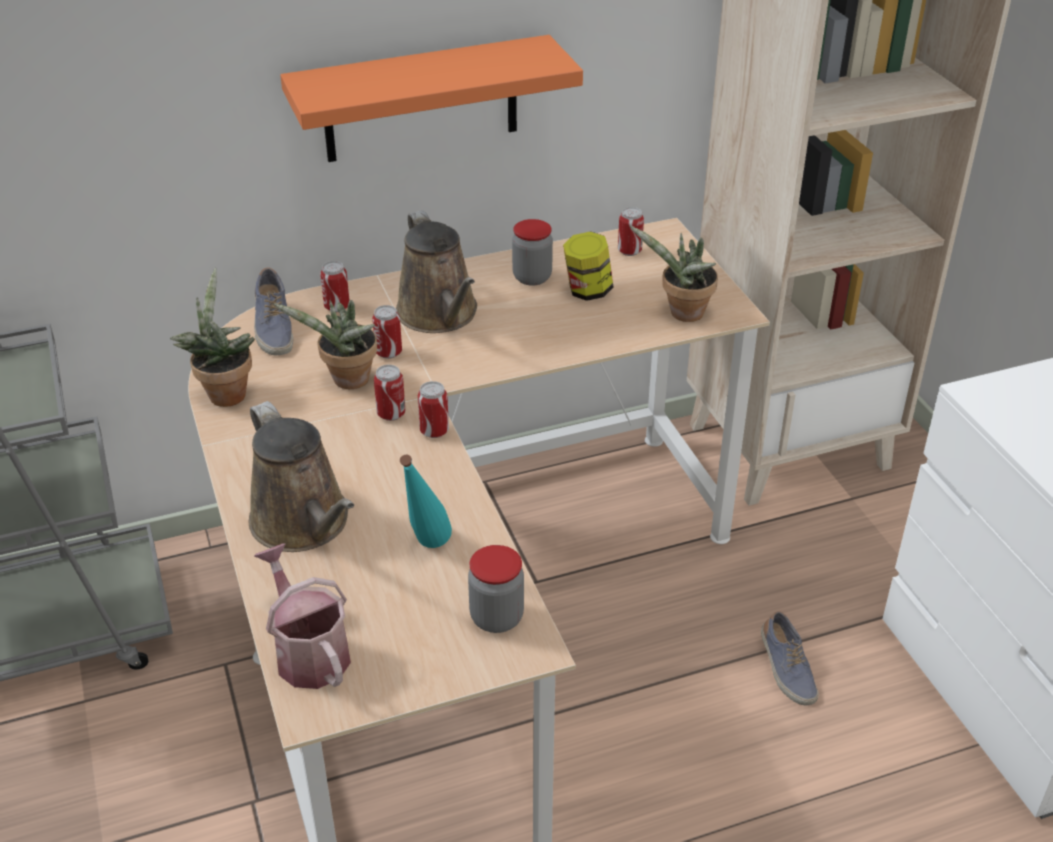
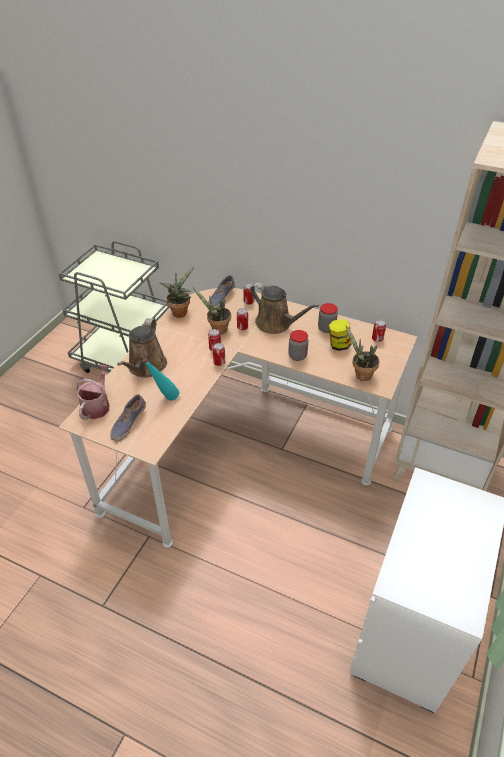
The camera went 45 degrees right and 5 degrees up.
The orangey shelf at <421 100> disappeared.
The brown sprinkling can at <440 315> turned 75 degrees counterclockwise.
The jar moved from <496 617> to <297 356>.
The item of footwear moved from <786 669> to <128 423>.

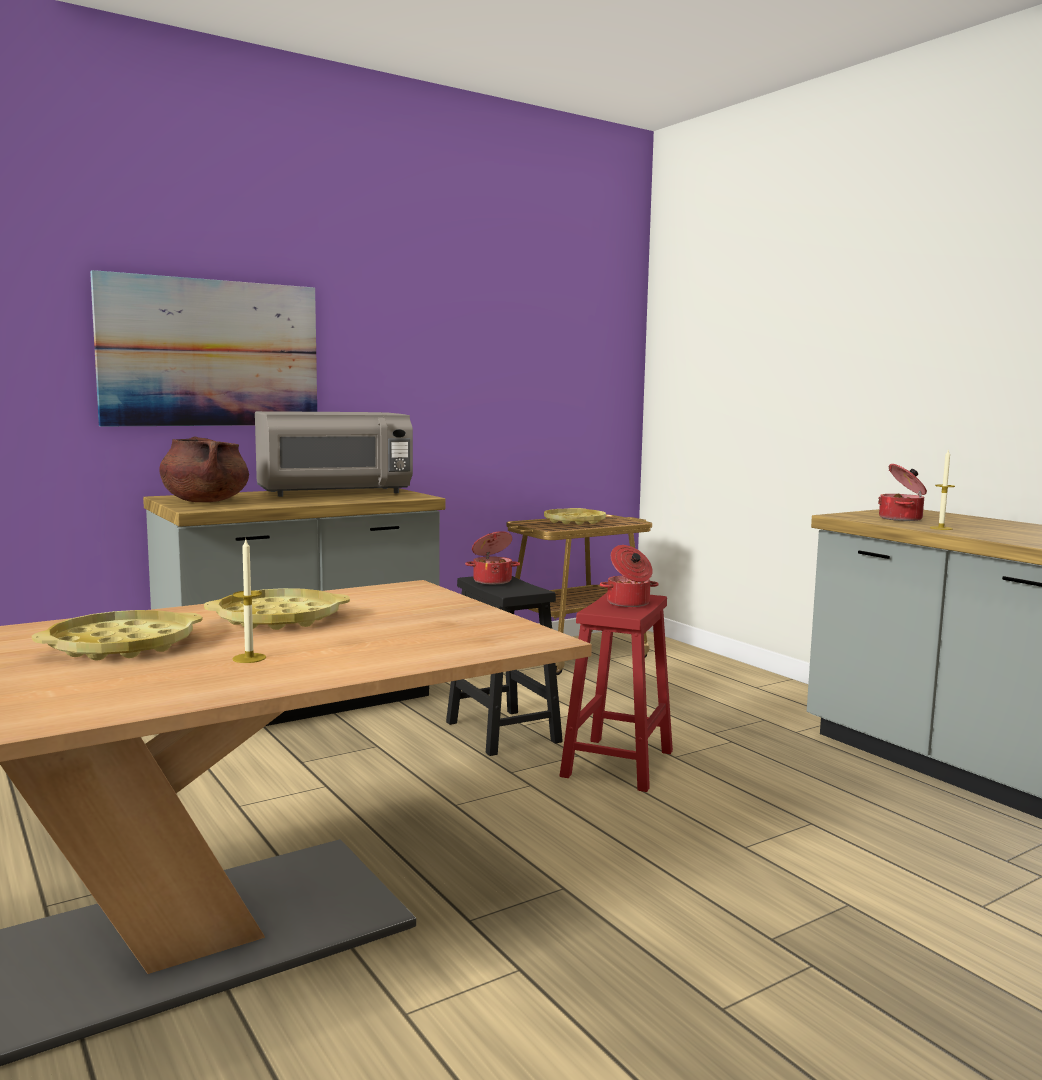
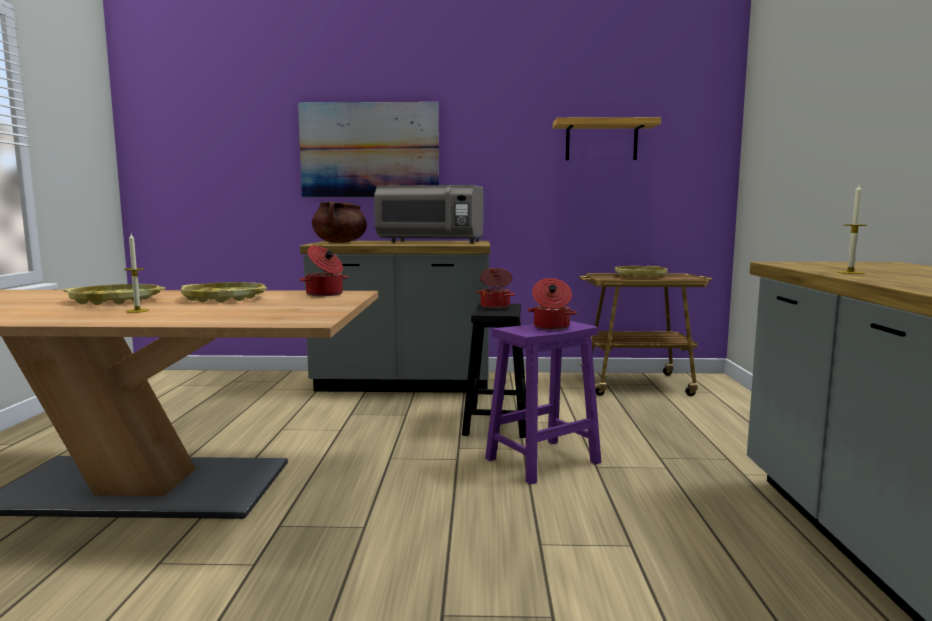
The camera went 35 degrees right and 0 degrees up.
The cooking pot moved from <902 518> to <325 294>.
The red-coloured sitting stool at <618 762> became the purplish sitting stool at <544 460>.
The shelf at <601 141> appeared.

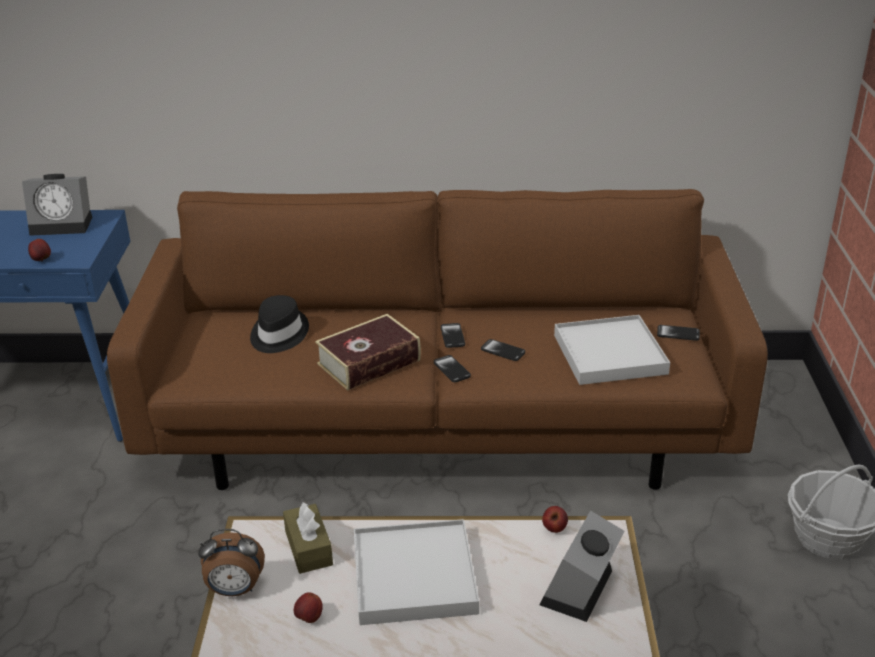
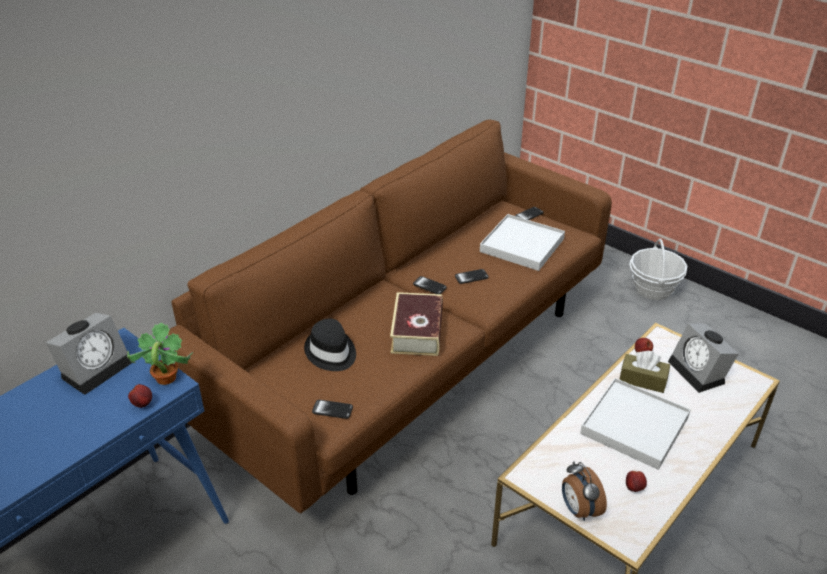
The camera went 50 degrees left and 5 degrees up.
The handset moved from <452 370> to <332 410>.
The brown tissue holder moved from <308 548> to <642 380>.
The alarm clock at <235 590> turned 120 degrees clockwise.
The plant in a pot at <165 378> appeared.

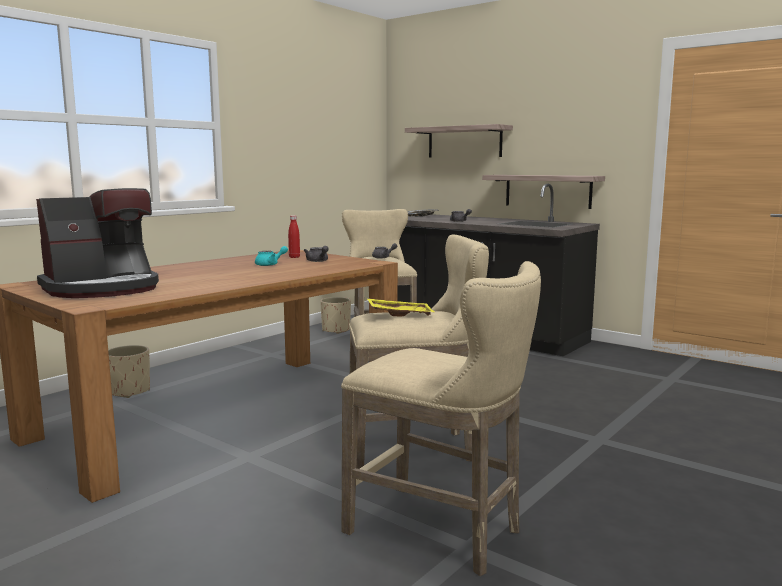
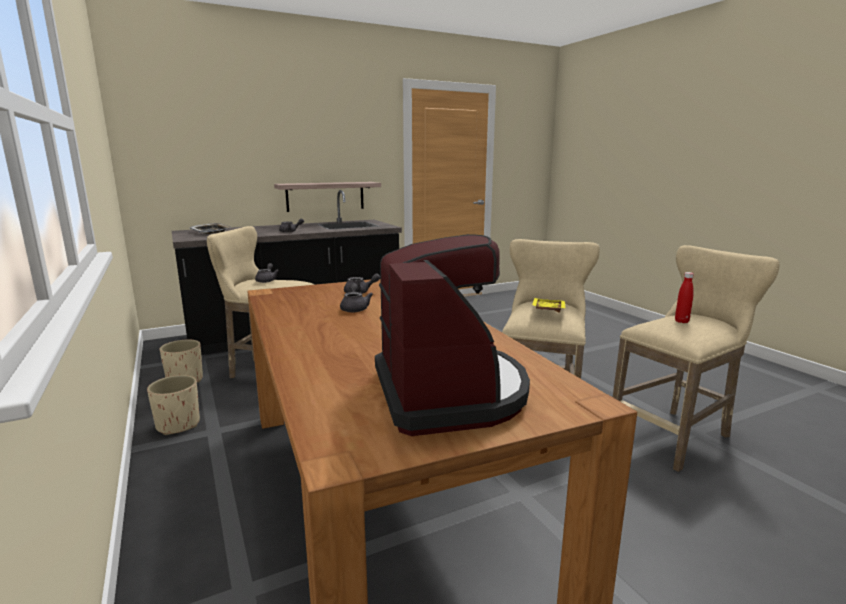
The camera went 65 degrees left and 5 degrees up.
The shelf at <464 142> disappeared.
The red-coloured bottle moved from <294 257> to <681 321>.
The blue-green tea pot at <270 264> became the gray tea pot at <355 308>.
The beige planter moved from <130 391> to <177 425>.

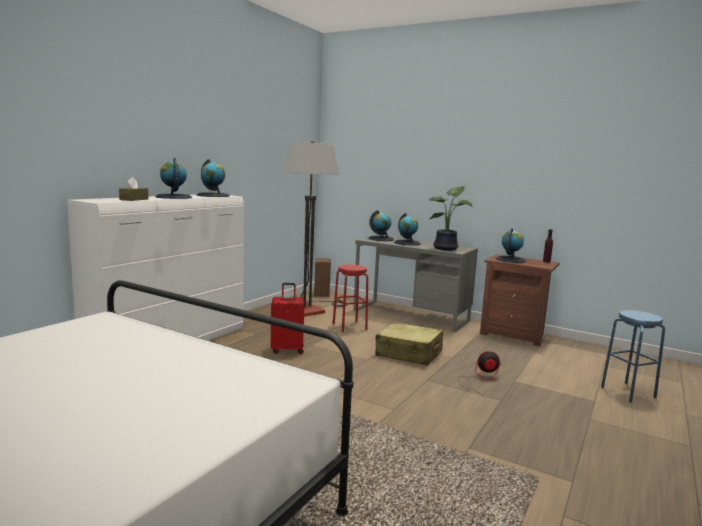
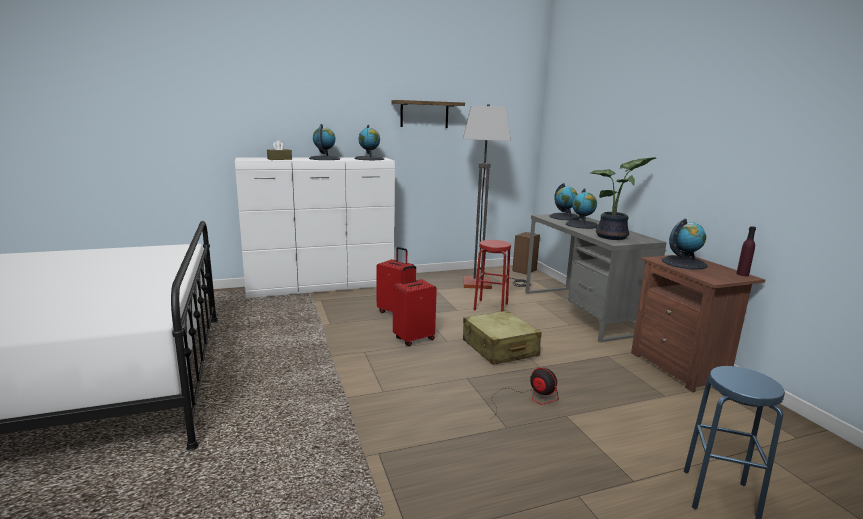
The camera went 40 degrees right and 5 degrees up.
The shelf at <424 114> appeared.
The red-coloured suitcase at <413 339> appeared.

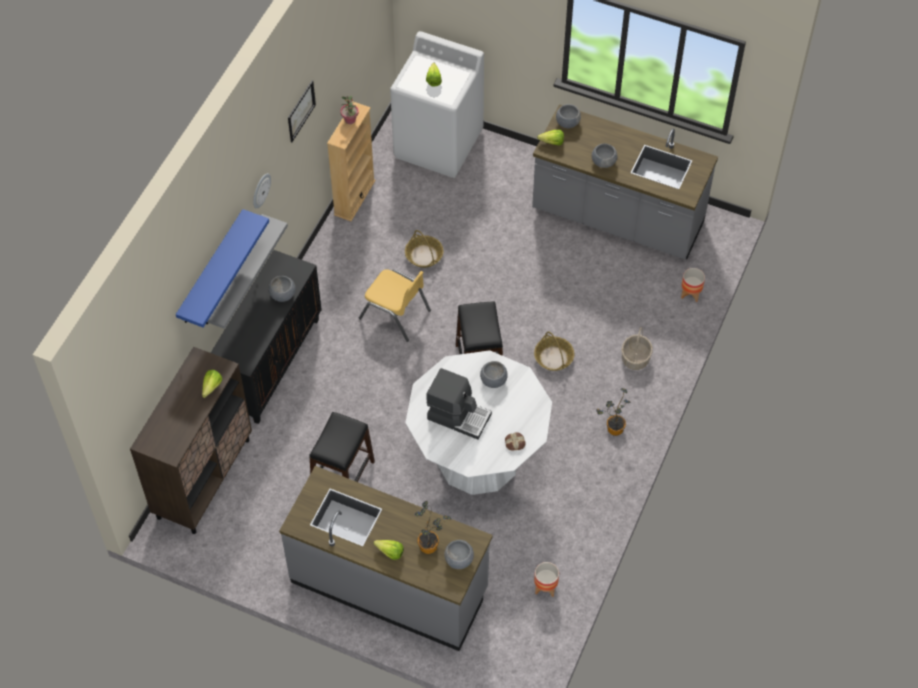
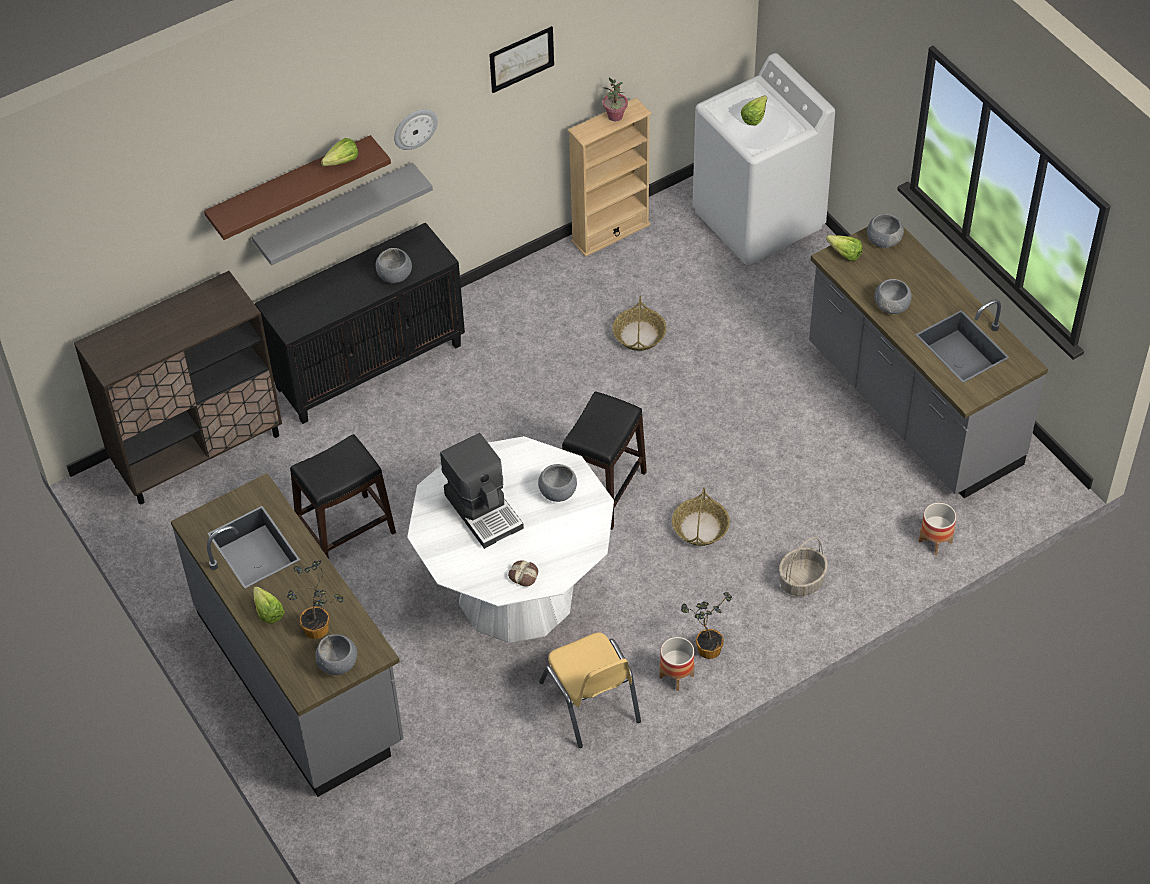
The camera went 35 degrees right and 5 degrees down.
The blue-coloured shelf at <211 269> became the brown shelf at <290 186>.
The yellow-coloured chair moved from <395 314> to <590 702>.
The head of lettuce moved from <210 389> to <339 163>.
The planter moved from <545 587> to <676 676>.

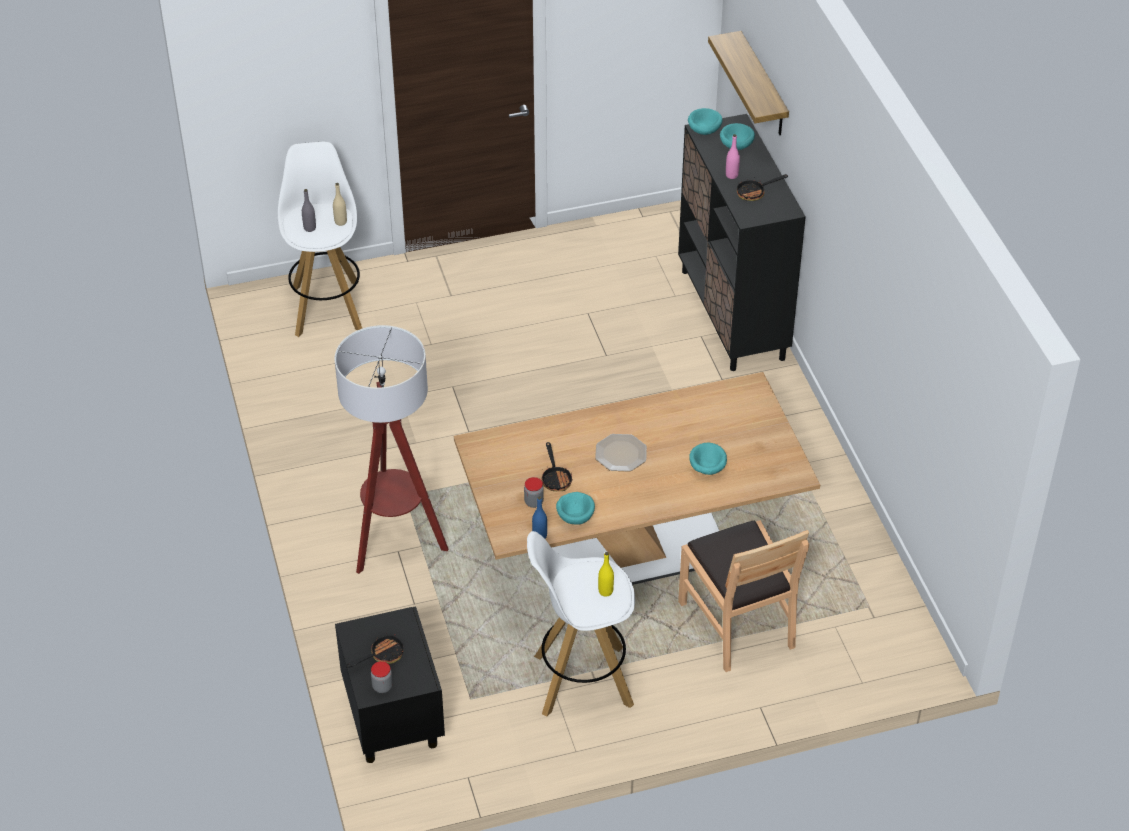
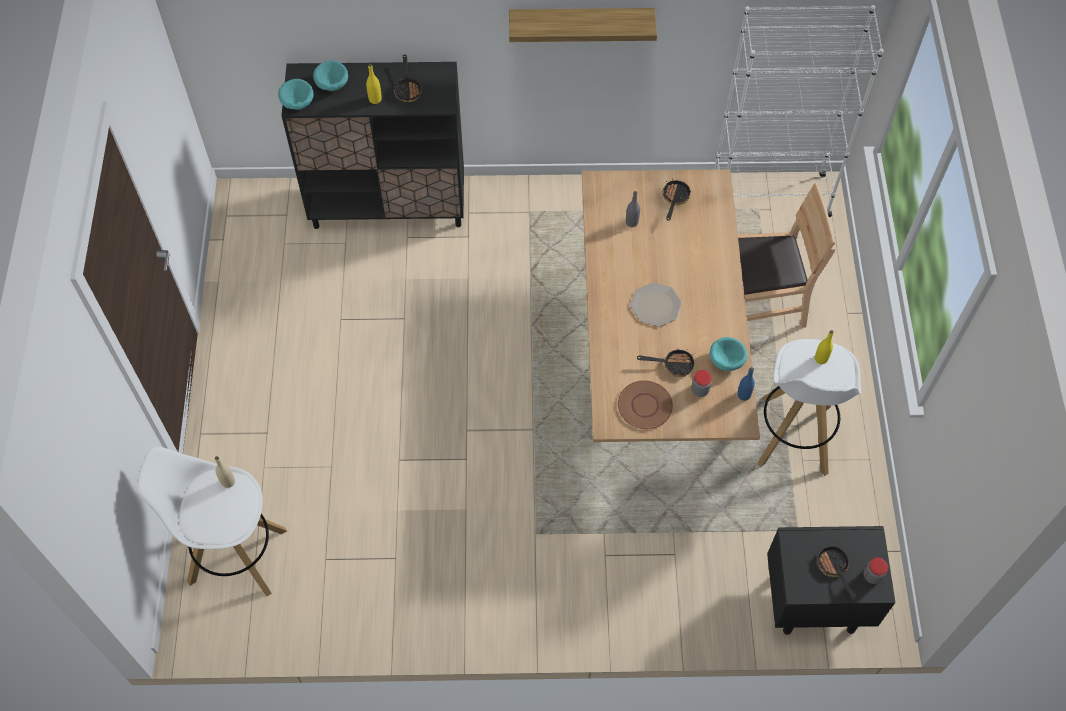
The camera went 75 degrees left and 15 degrees up.
The shelf moved from <763 86> to <581 23>.
The pinkish bottle at <731 175> became the yellow-coloured bottle at <375 99>.
The gray bottle moved from <310 228> to <631 222>.
The standing lamp at <396 542> disappeared.
The blue-green bowl at <706 468> disappeared.
The white bookshelf at <770 196> appeared.
The pan at <674 199> appeared.
The brown flat dish at <645 405> appeared.

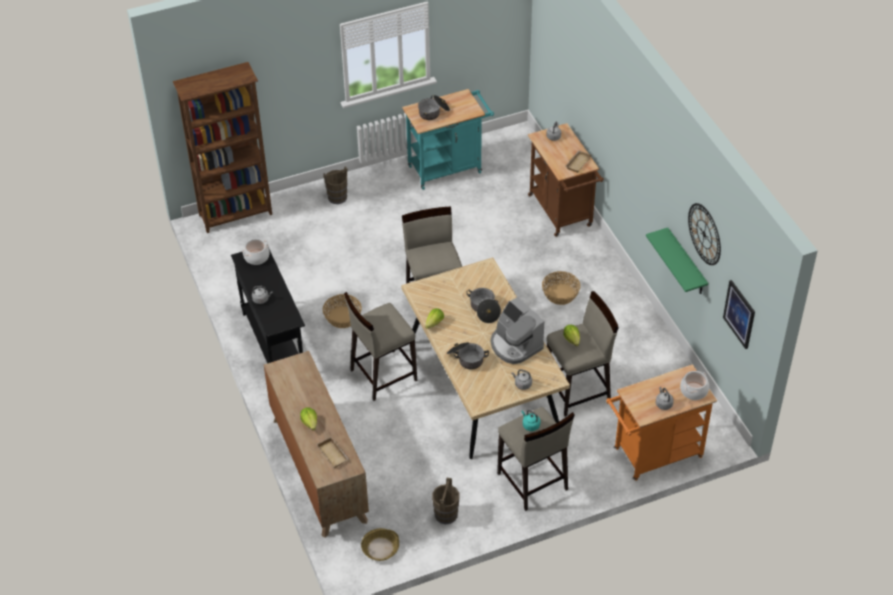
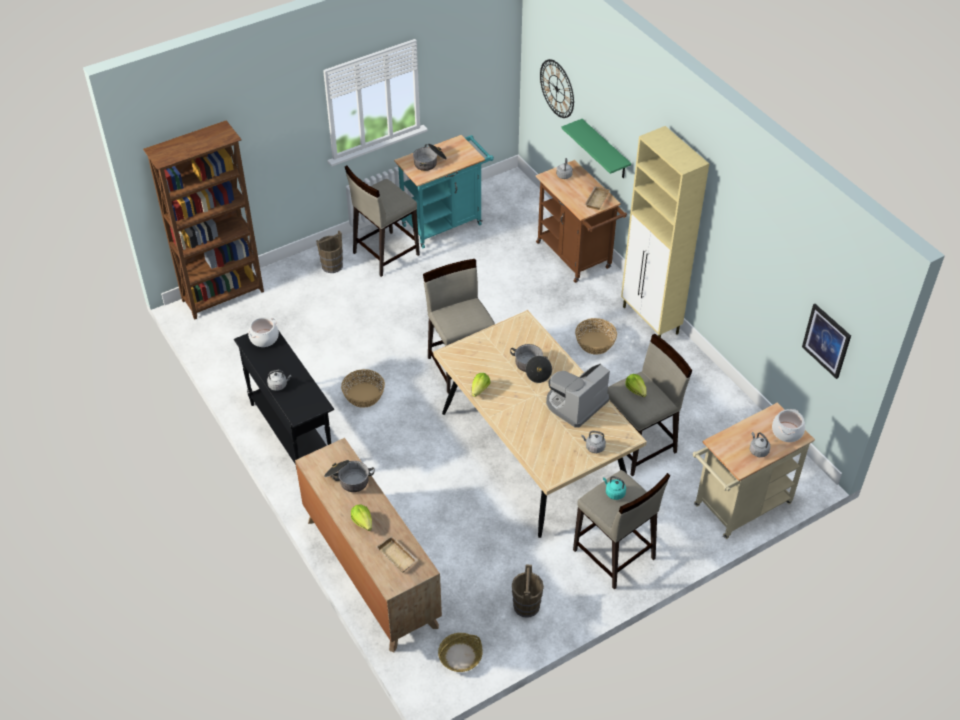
The camera went 10 degrees left and 0 degrees up.
The hanging clock moved from <704 234> to <557 88>.
The green shelf moved from <686 263> to <605 150>.
The beige sitting stool moved from <382 375> to <385 253>.
The coffee brewer at <515 345> turned 90 degrees clockwise.
The cooking pot moved from <466 358> to <348 479>.
The orangey wheeled cart at <653 455> became the beige wheeled cart at <737 507>.
The beige storage cabinet at <650 321> appeared.

